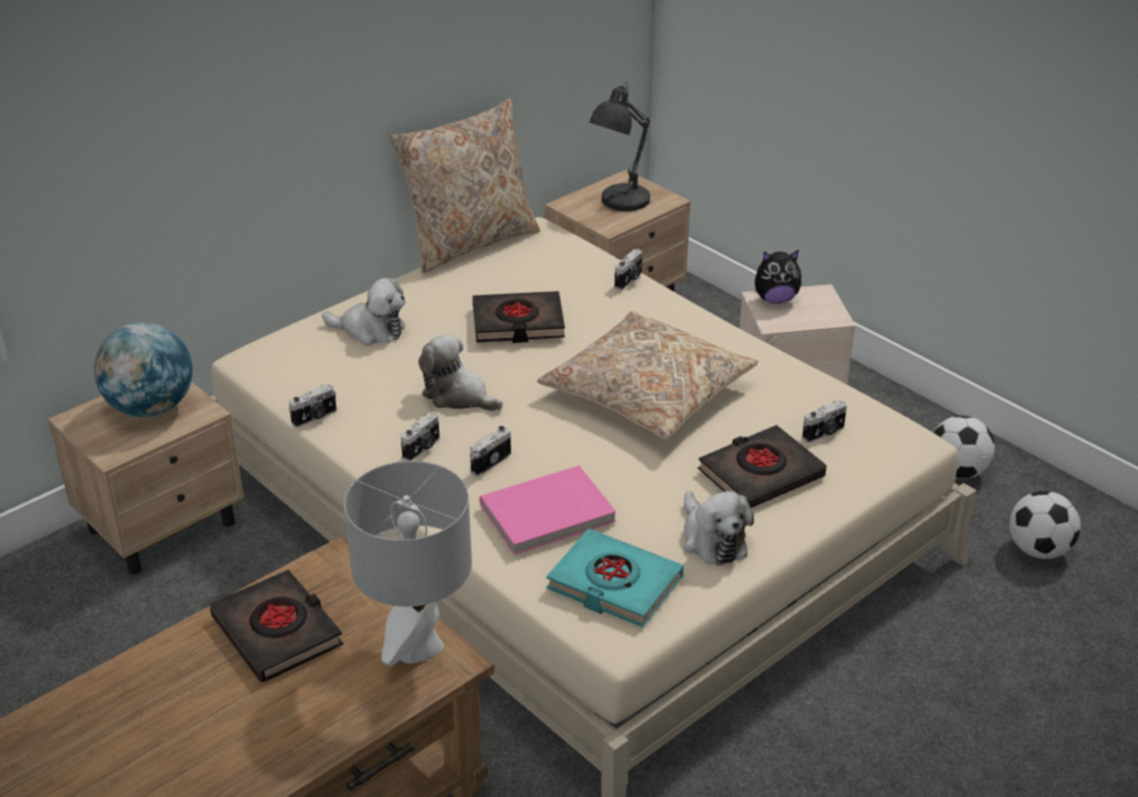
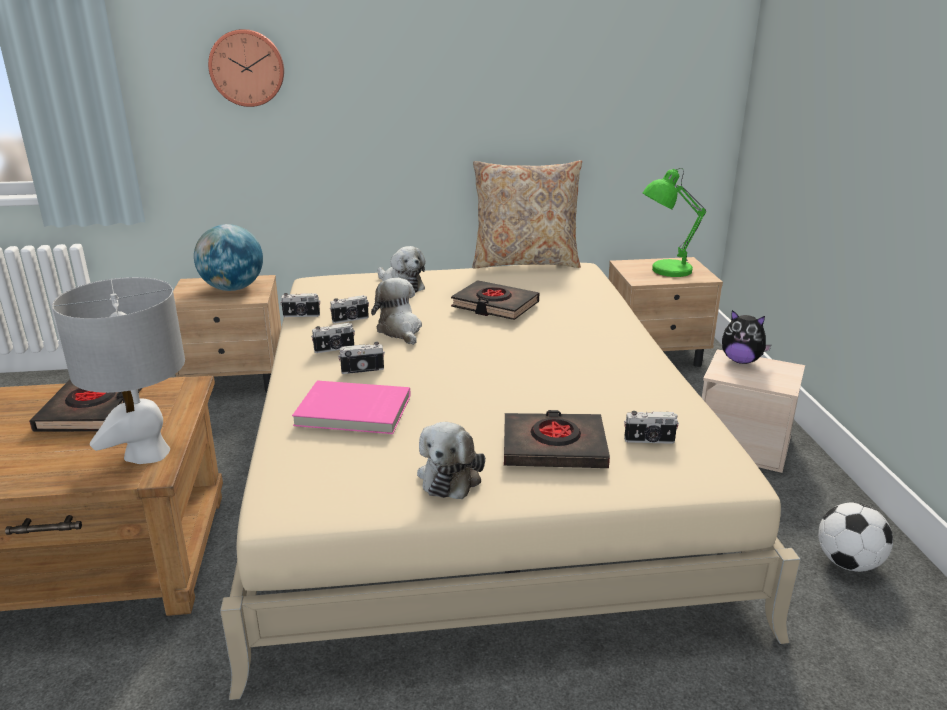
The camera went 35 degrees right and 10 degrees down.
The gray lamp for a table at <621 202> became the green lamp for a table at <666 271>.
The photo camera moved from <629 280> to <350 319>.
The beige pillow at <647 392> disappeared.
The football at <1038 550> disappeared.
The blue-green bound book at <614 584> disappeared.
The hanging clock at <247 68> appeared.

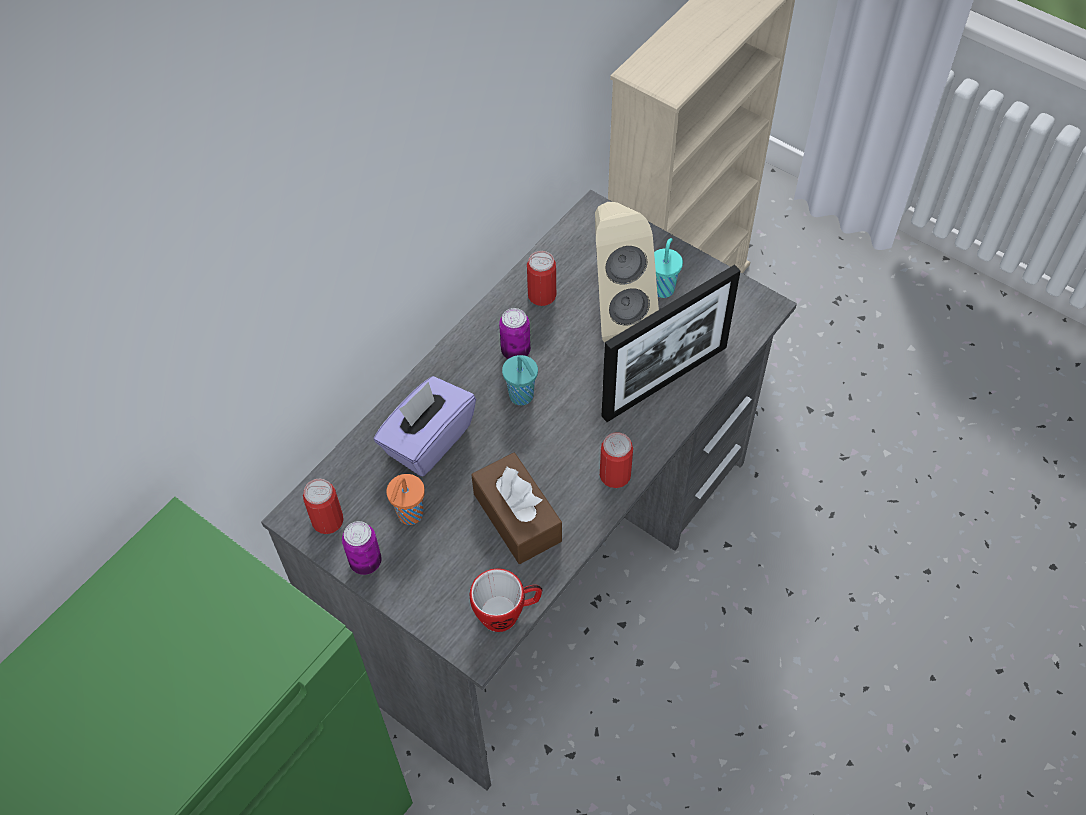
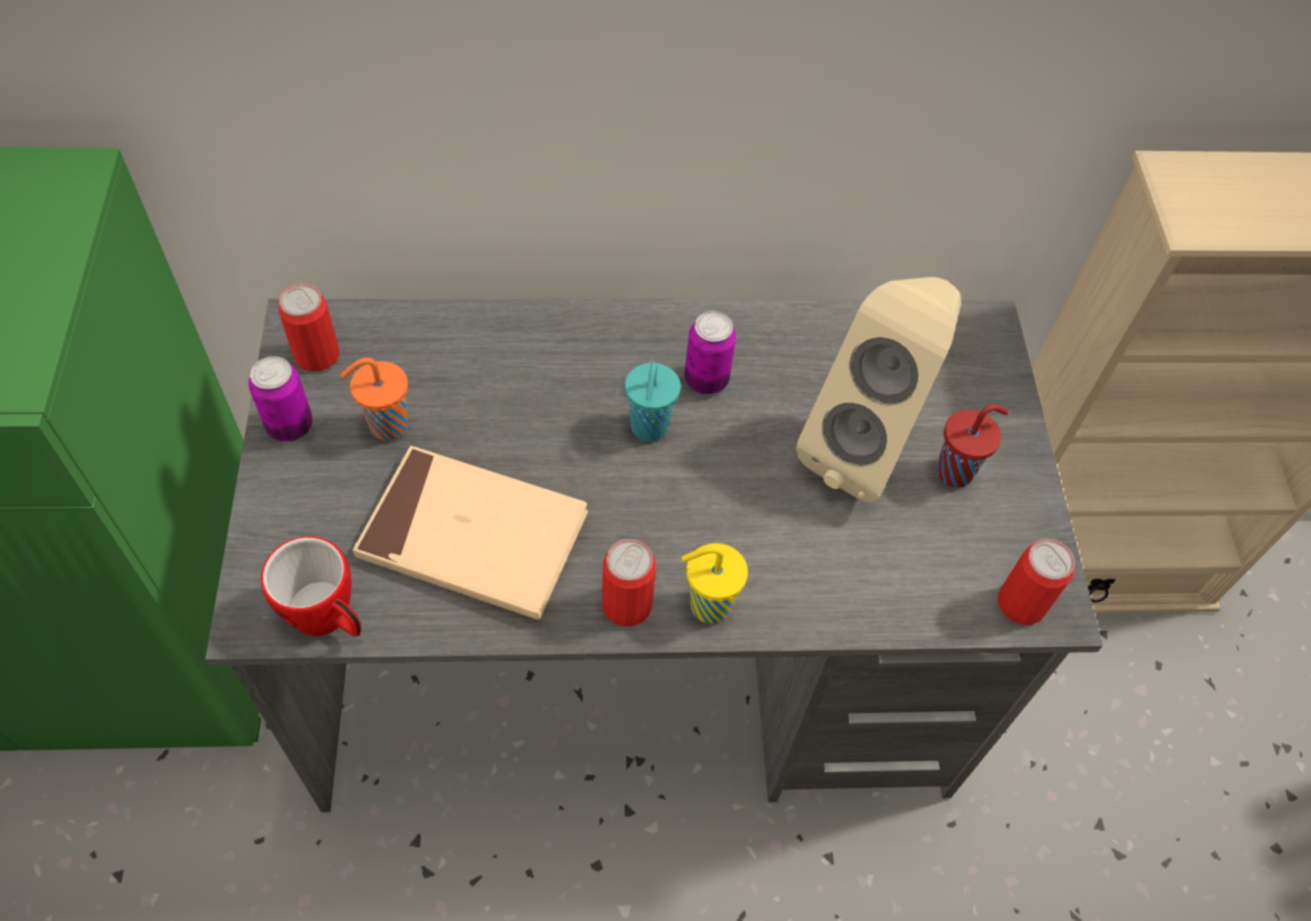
The camera went 45 degrees right and 0 degrees up.
The blue-green cup at <663 288> became the red-coloured cup at <956 471>.
The can moved from <542 295> to <1021 603>.
The picture frame at <665 381> disappeared.
The purplish tissue holder at <428 440> disappeared.
The brown tissue holder at <517 517> was replaced by the beige bound book at <473 537>.
The yellow-coloured cup at <707 605> appeared.

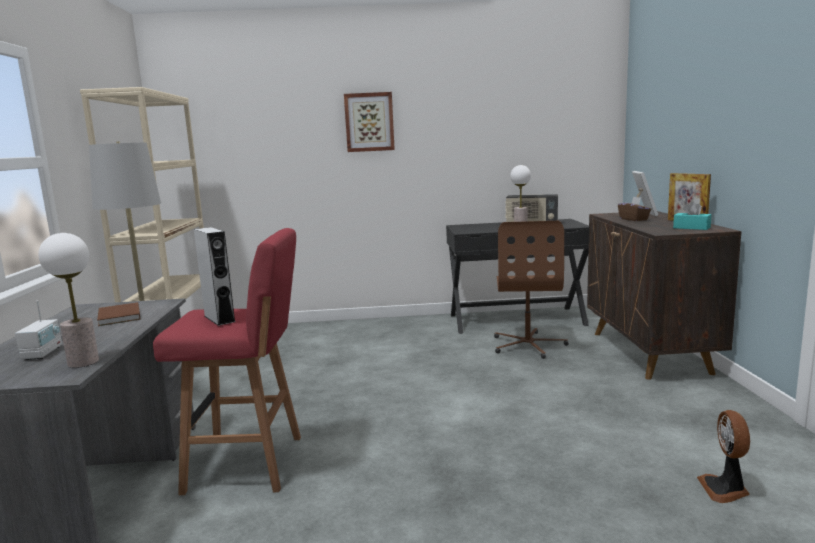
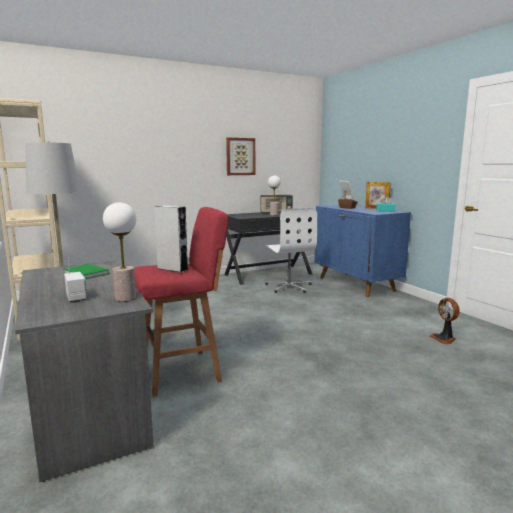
The camera went 25 degrees left and 0 degrees up.
The wall art moved from <369 122> to <240 156>.
The brown storage cabinet at <649 352> became the blue-coloured storage cabinet at <356 284>.
The brown desk chair at <528 345> became the white desk chair at <289 287>.
The brown bound book at <118 317> became the green bound book at <86 274>.

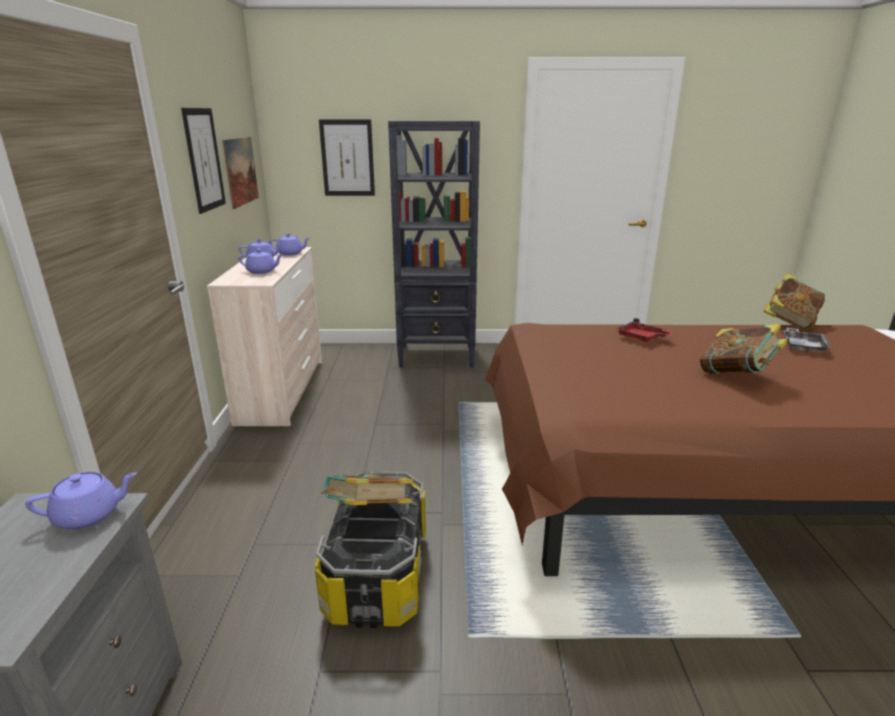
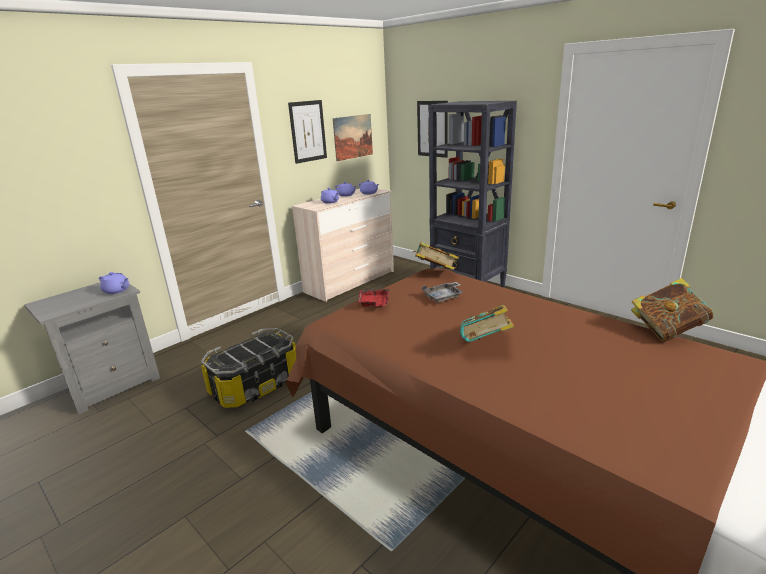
The camera went 45 degrees right and 0 degrees up.
The red-coloured serving tray moved from <641 338> to <374 303>.
The gray serving tray moved from <802 346> to <444 297>.
The bound book moved from <368 514> to <434 273>.

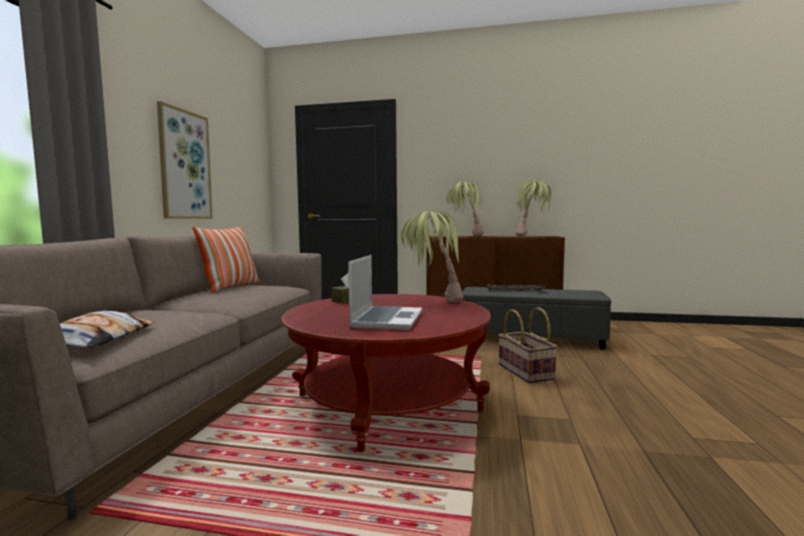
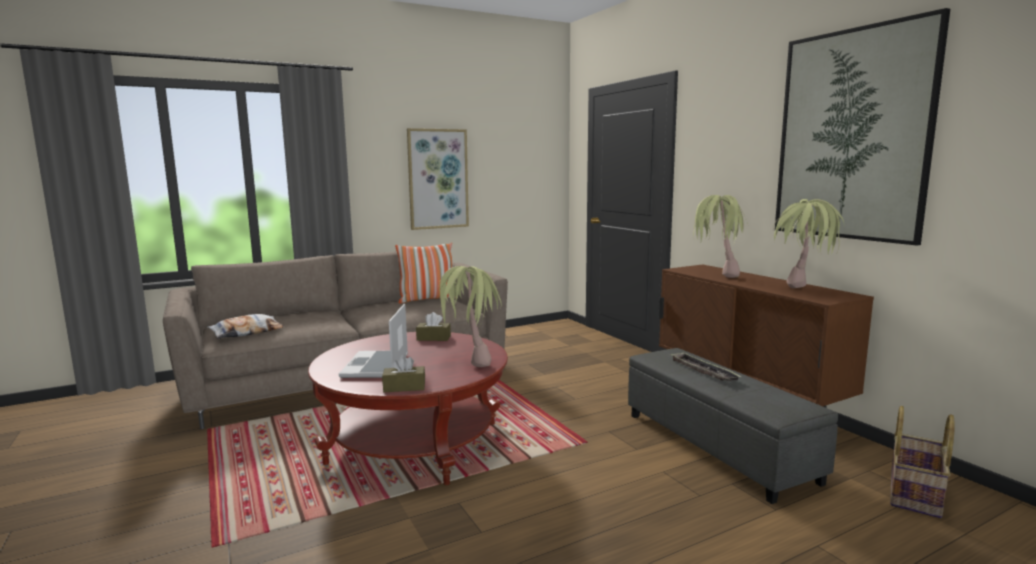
The camera went 50 degrees right and 5 degrees up.
The laptop at <386 319> turned 120 degrees clockwise.
The basket moved from <526 372> to <916 494>.
The wall art at <851 135> appeared.
The brown tissue holder at <404 387> appeared.

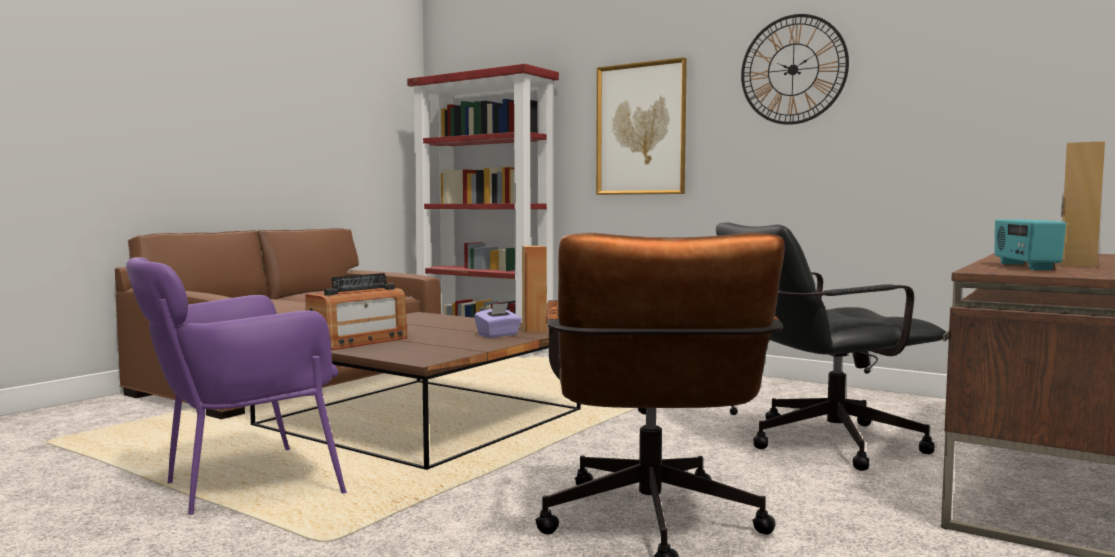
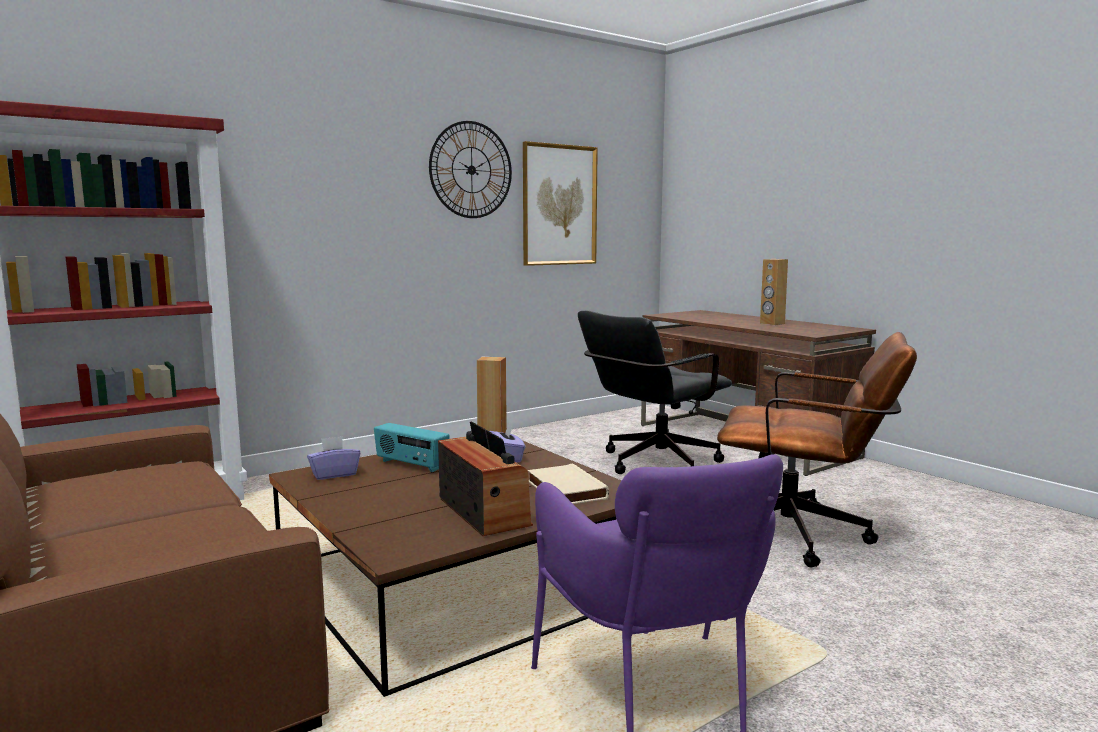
The camera went 70 degrees left and 5 degrees up.
The wall art moved from <641 129> to <559 205>.
The radio set moved from <1024 266> to <411 465>.
The black desk chair at <819 444> turned 45 degrees clockwise.
The purplish tissue holder at <334 474> appeared.
The beige bound book at <564 490> appeared.

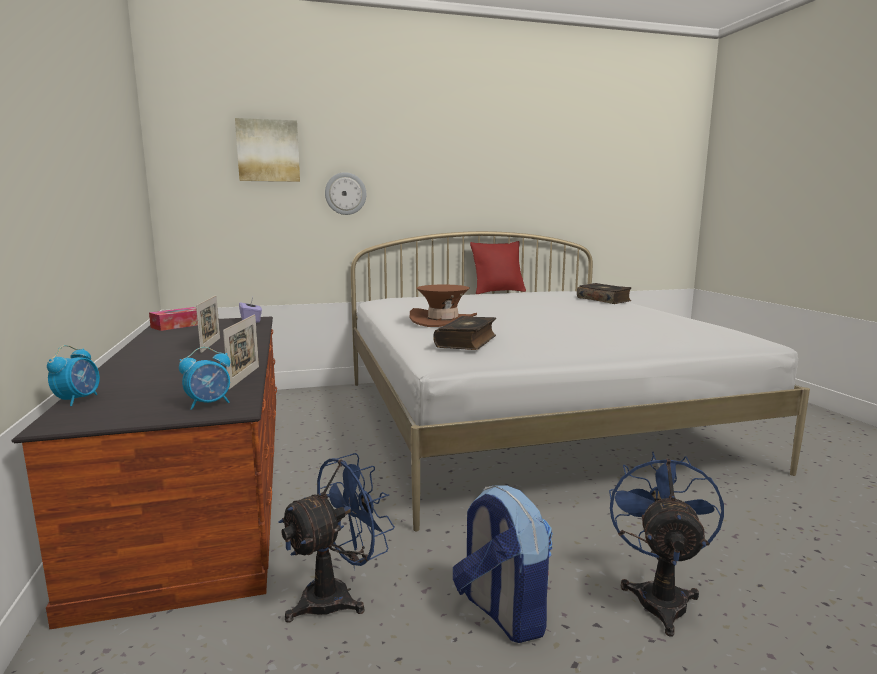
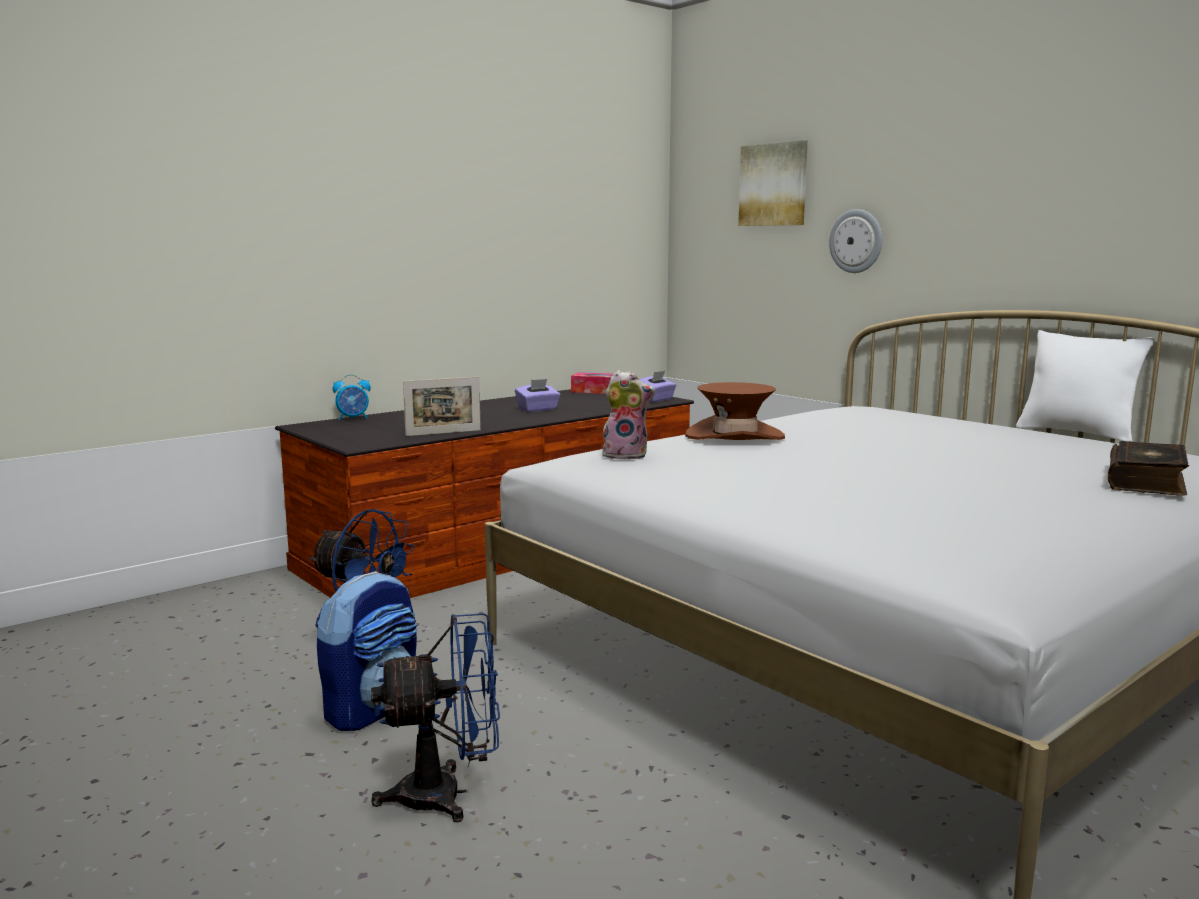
The camera went 65 degrees right and 0 degrees up.
The red-coloured pillow at <498 292> became the white pillow at <1076 433>.
The picture frame at <210 345> was replaced by the purplish tissue holder at <538 409>.
The bound book at <467 342> was replaced by the cuddly toy at <626 455>.
The alarm clock at <209 404> disappeared.

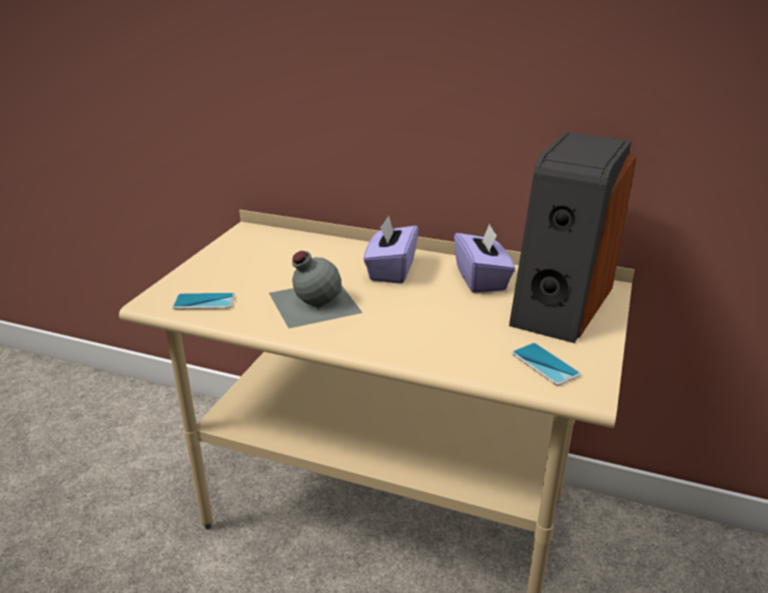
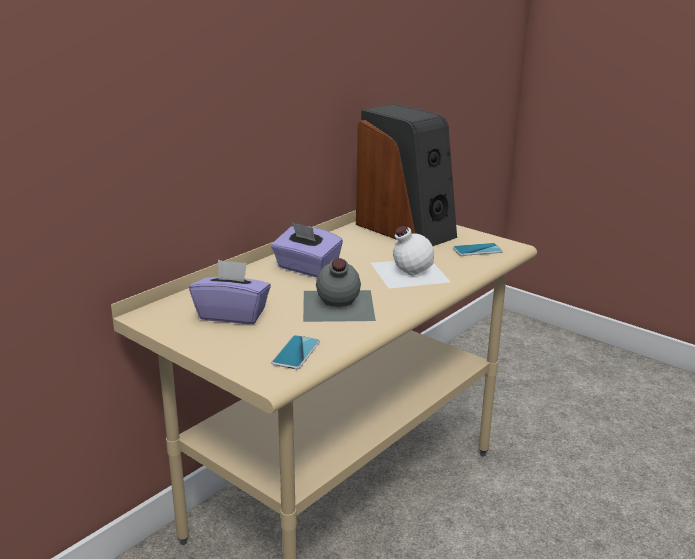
The camera went 70 degrees left and 5 degrees down.
The purplish tissue holder moved from <481 279> to <232 314>.
The white bottle at <408 272> appeared.

